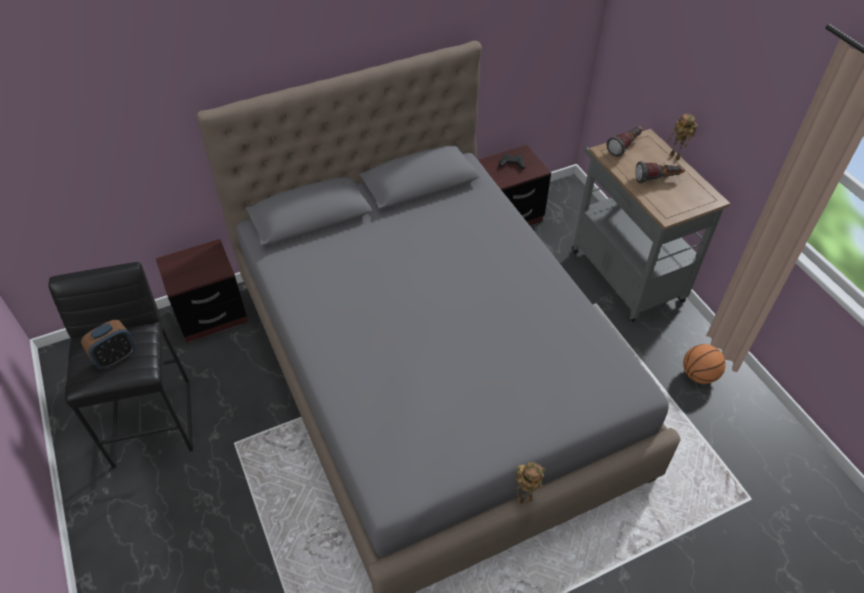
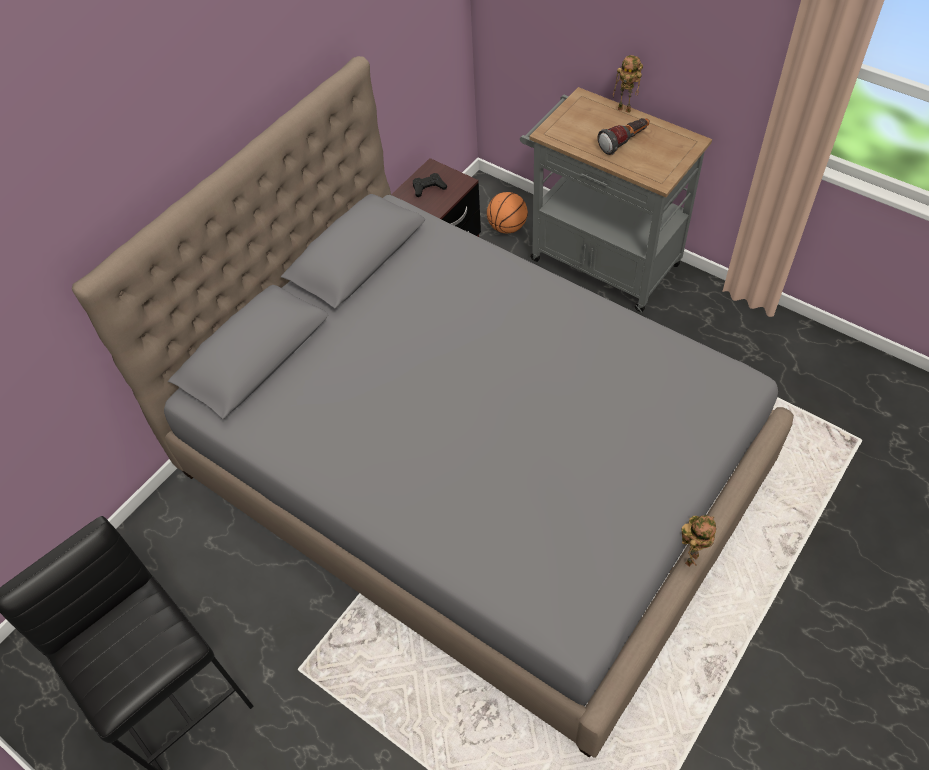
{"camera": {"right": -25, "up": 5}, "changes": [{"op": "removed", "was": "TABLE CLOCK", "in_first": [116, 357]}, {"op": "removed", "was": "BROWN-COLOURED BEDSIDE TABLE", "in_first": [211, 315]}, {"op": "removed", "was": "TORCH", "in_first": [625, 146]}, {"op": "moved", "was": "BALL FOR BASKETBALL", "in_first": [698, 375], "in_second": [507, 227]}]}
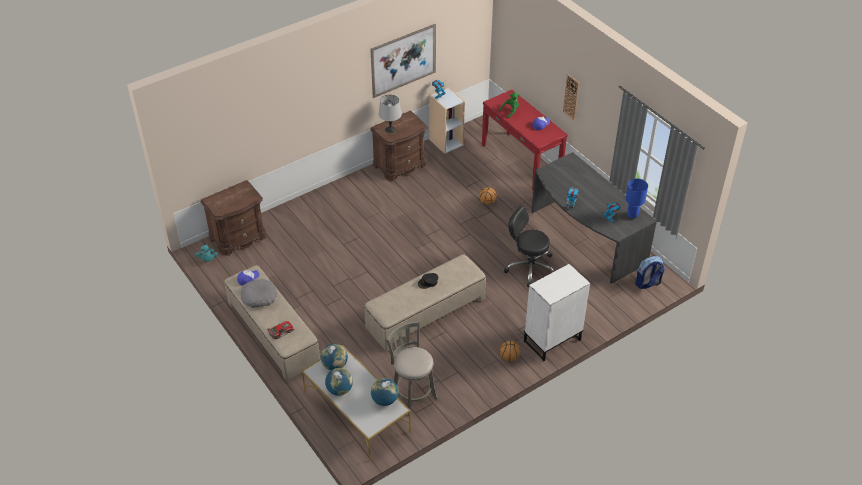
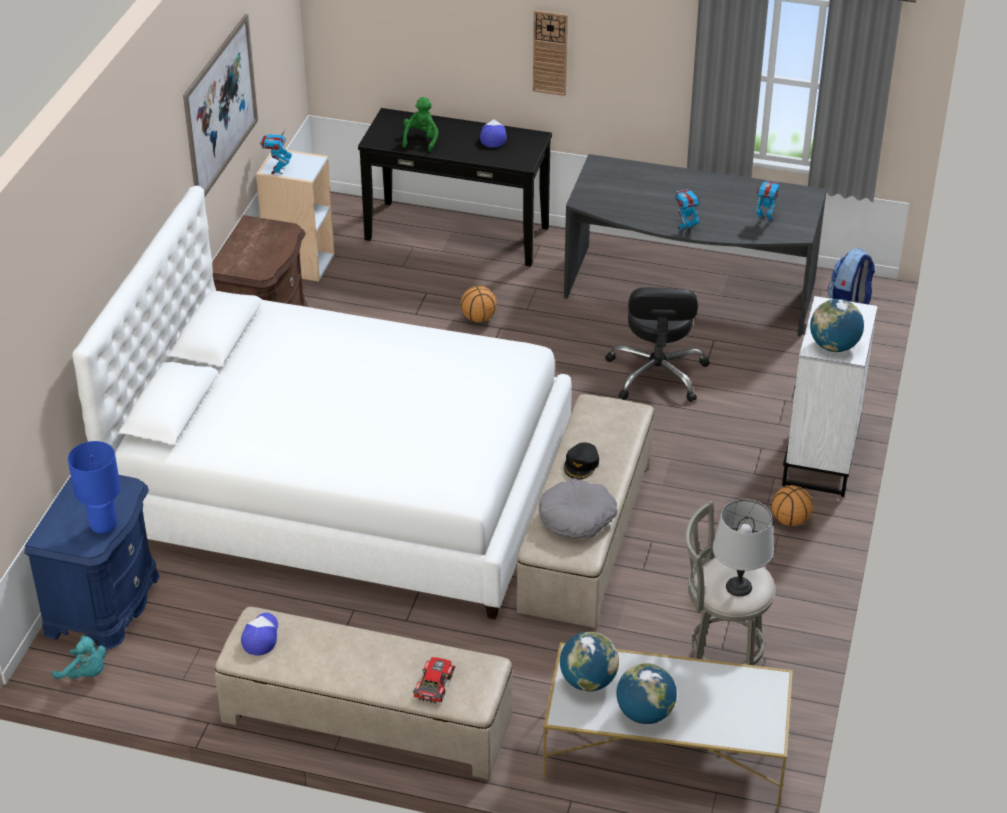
{"camera": {"right": -40, "up": -5}, "changes": [{"op": "added", "now": "WHITISH BEDROOM BED", "in_second": [342, 487]}, {"op": "moved", "was": "GREY THROW PILLOW", "in_first": [259, 297], "in_second": [575, 518]}, {"op": "moved", "was": "WORLD GLOBE", "in_first": [385, 400], "in_second": [834, 346]}, {"op": "moved", "was": "GREY TABLE LAMP", "in_first": [390, 129], "in_second": [739, 586]}, {"op": "moved", "was": "BLUE TABLE LAMP", "in_first": [632, 215], "in_second": [104, 527]}, {"op": "recoloured", "was": "BROWN-COLOURED BEDSIDE TABLE", "now": "BLUE BEDSIDE TABLE", "in_first": [239, 238], "in_second": [107, 603]}, {"op": "recoloured", "was": "RED-COLOURED NARROW TABLE", "now": "BLACK NARROW TABLE", "in_first": [521, 161], "in_second": [457, 233]}, {"op": "turned", "was": "BLACK COMPUTER CHAIR", "in_first": [528, 267], "in_second": [656, 377], "clockwise": -75}]}
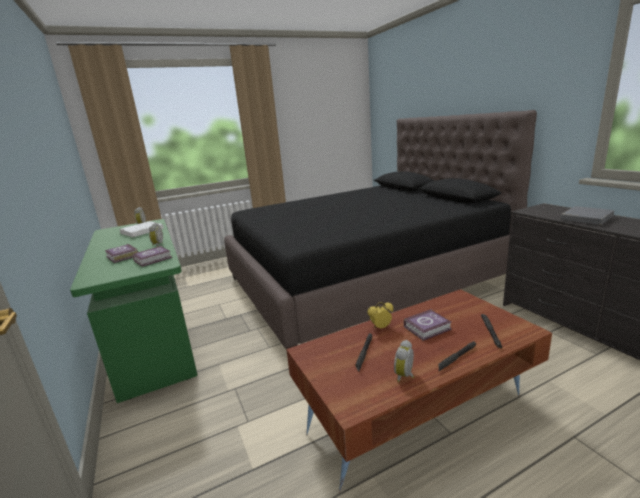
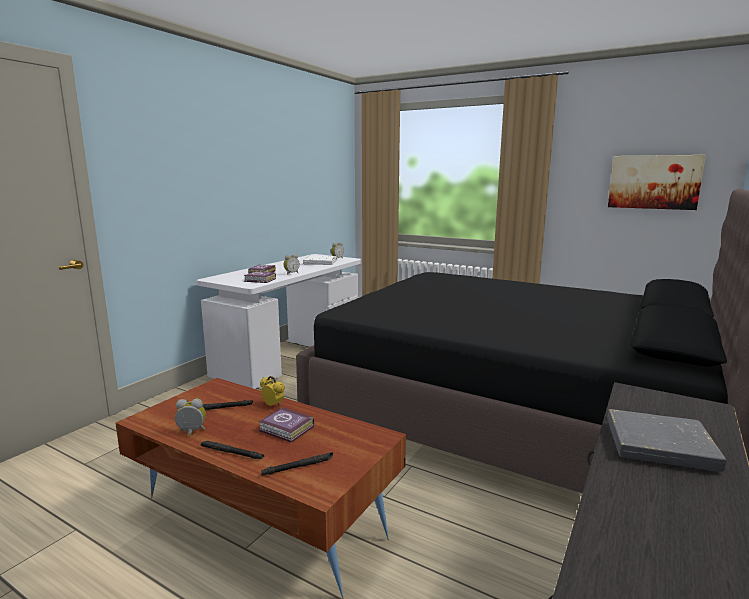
{"camera": {"right": 55, "up": -5}, "changes": [{"op": "added", "now": "PICTURE", "in_second": [654, 182]}, {"op": "recoloured", "was": "GREENISH DESK", "now": "WHITISH DESK", "in_first": [153, 337], "in_second": [291, 356]}]}
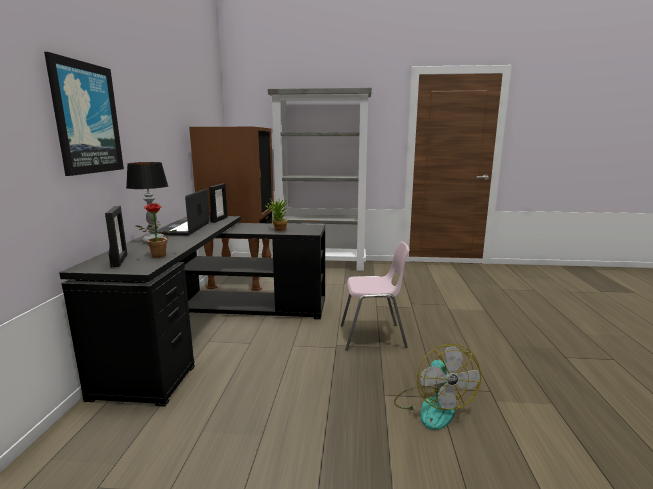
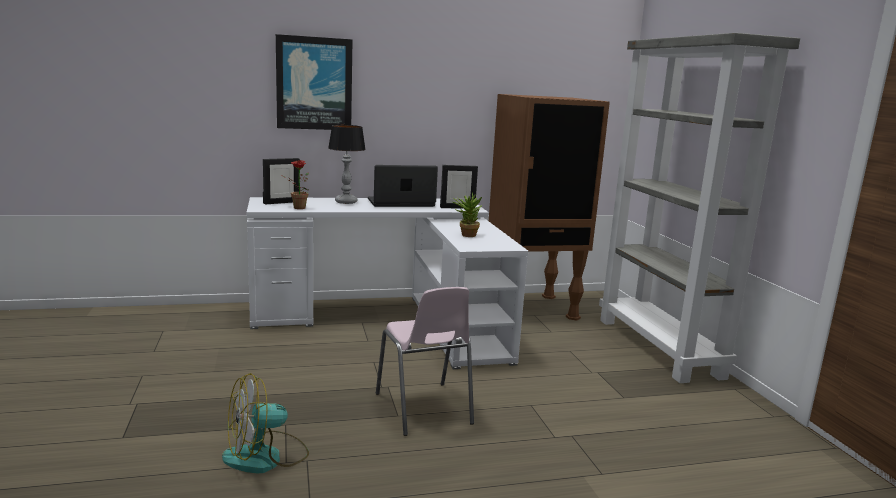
{"camera": {"right": 70, "up": 0}, "changes": [{"op": "recoloured", "was": "BLACK DESK", "now": "WHITISH DESK", "in_first": [216, 326], "in_second": [395, 320]}]}
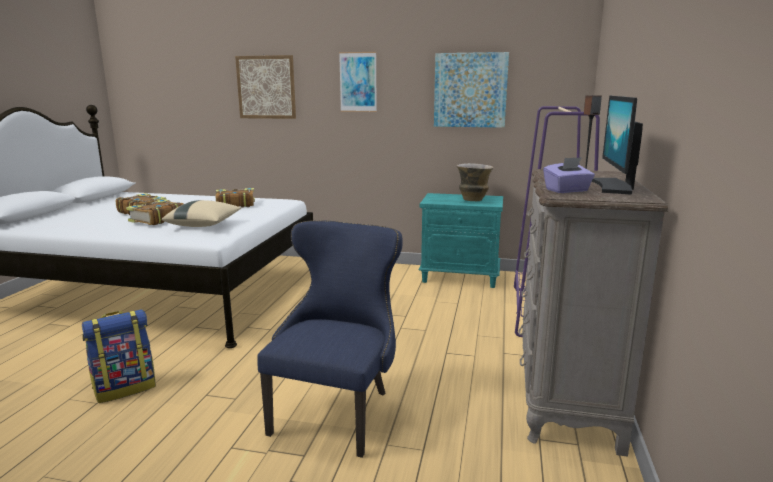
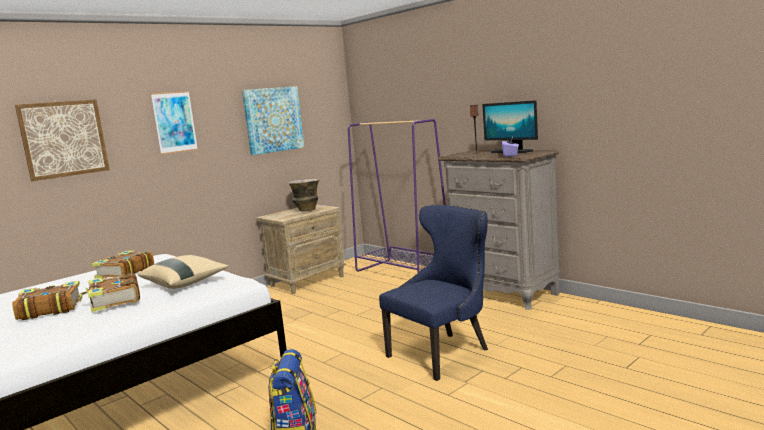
{"camera": {"right": -55, "up": -5}, "changes": [{"op": "recoloured", "was": "TURQUOISE-COLOURED BEDSIDE TABLE", "now": "BEIGE BEDSIDE TABLE", "in_first": [460, 277], "in_second": [307, 281]}, {"op": "turned", "was": "BLUE UPRIGHT CHAIR", "in_first": [337, 411], "in_second": [443, 353], "clockwise": 90}]}
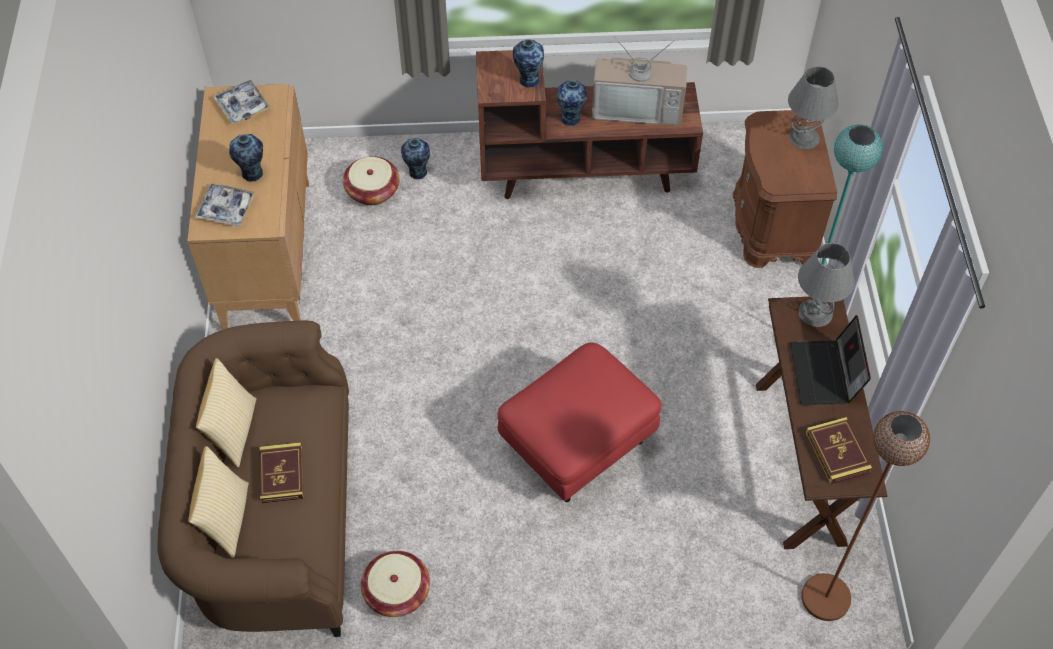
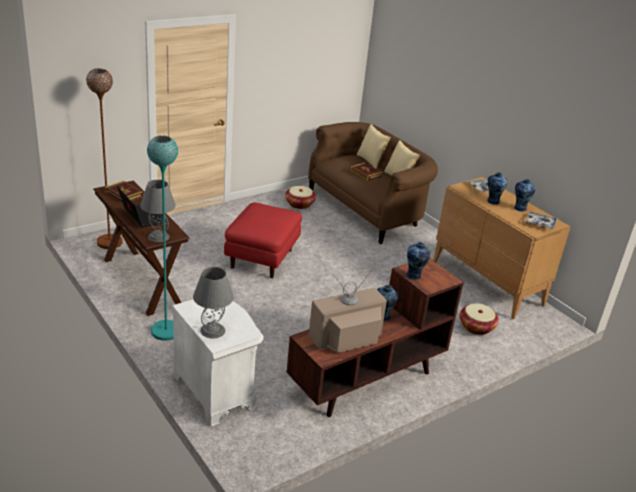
{"camera": {"right": 145, "up": -25}, "changes": [{"op": "moved", "was": "DECORATIVE VASE", "in_first": [417, 173], "in_second": [520, 208]}, {"op": "recoloured", "was": "BROWN-COLOURED BEDSIDE TABLE", "now": "WHITISH BEDSIDE TABLE", "in_first": [770, 226], "in_second": [217, 390]}]}
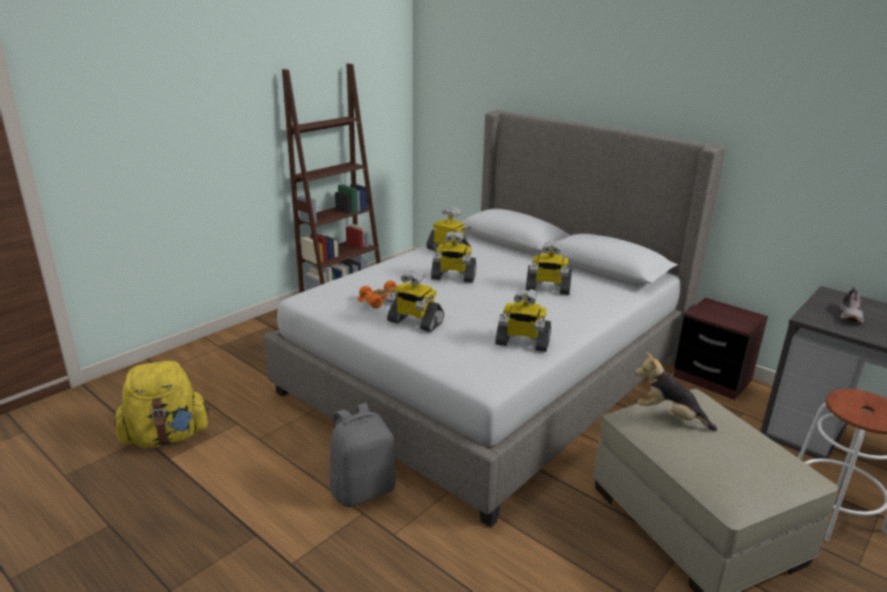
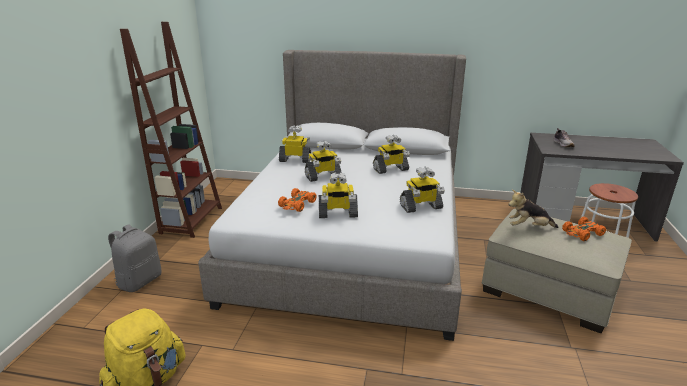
{"camera": {"right": -30, "up": 0}, "changes": [{"op": "removed", "was": "BROWN-COLOURED BEDSIDE TABLE", "in_first": [712, 378]}, {"op": "added", "now": "ORANGE-COLOURED MODEL CAR", "in_second": [582, 233]}, {"op": "moved", "was": "GREY BACKPACK", "in_first": [363, 489], "in_second": [139, 281]}]}
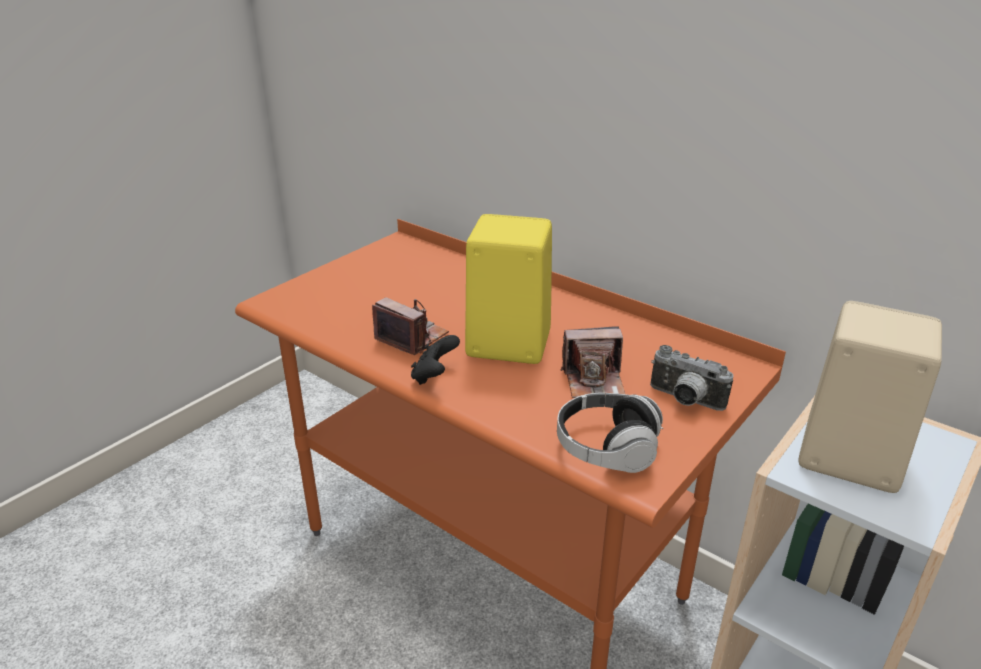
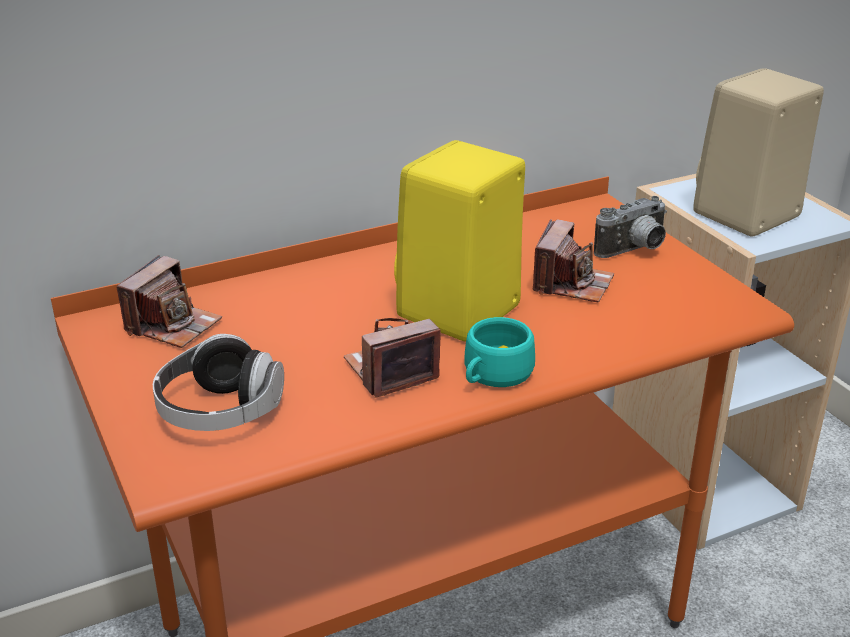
{"camera": {"right": -65, "up": 0}, "changes": [{"op": "added", "now": "PHOTO CAMERA", "in_second": [173, 325]}, {"op": "moved", "was": "HEADPHONES", "in_first": [606, 448], "in_second": [220, 411]}, {"op": "replaced", "was": "BLACK GAMEPAD", "now": "TURQUOISE-COLOURED SMALL CUP", "in_first": [434, 376], "in_second": [493, 375]}]}
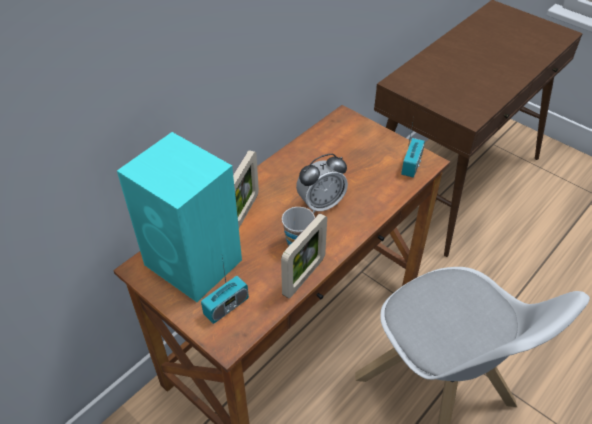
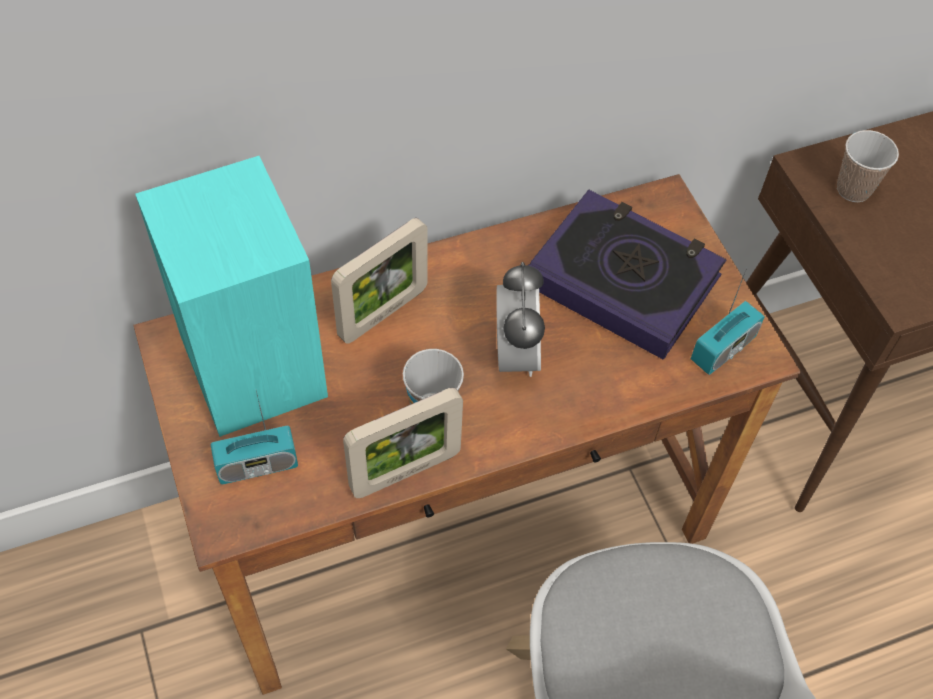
{"camera": {"right": 25, "up": 10}, "changes": [{"op": "added", "now": "VOLUME", "in_second": [623, 280]}, {"op": "added", "now": "SMALL CUP", "in_second": [853, 189]}, {"op": "turned", "was": "TABLE CLOCK", "in_first": [321, 204], "in_second": [515, 354], "clockwise": -90}]}
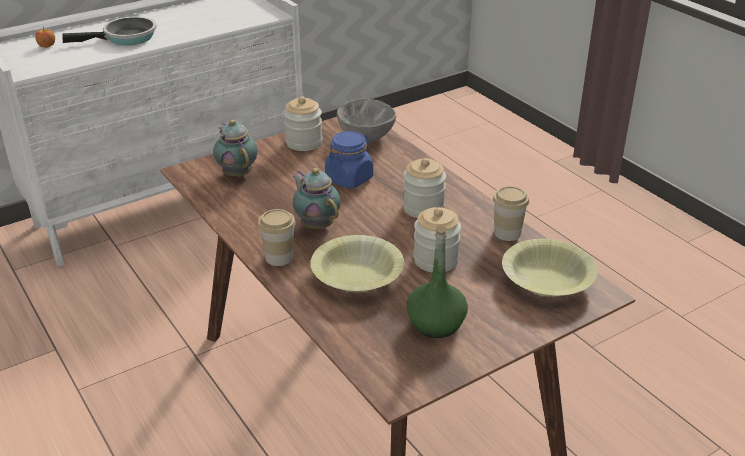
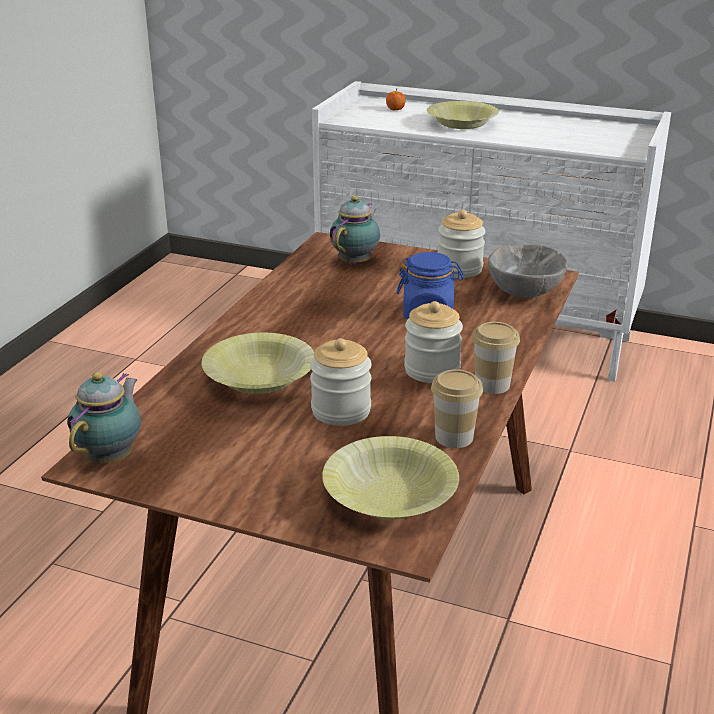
{"camera": {"right": 55, "up": -5}, "changes": [{"op": "removed", "was": "GREENISH BOTTLE", "in_first": [436, 324]}, {"op": "moved", "was": "SMALL CUP", "in_first": [279, 257], "in_second": [492, 385]}, {"op": "moved", "was": "TEAPOT", "in_first": [316, 224], "in_second": [112, 457]}, {"op": "replaced", "was": "SKILLET", "now": "YELLOWISH DEEP DISH", "in_first": [126, 38], "in_second": [462, 124]}]}
